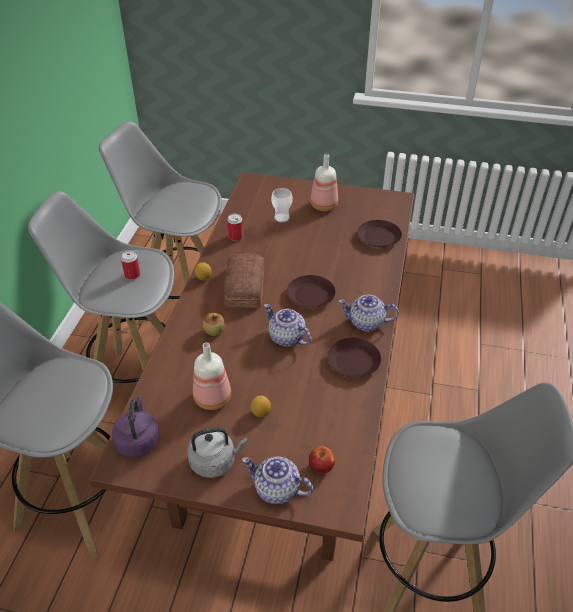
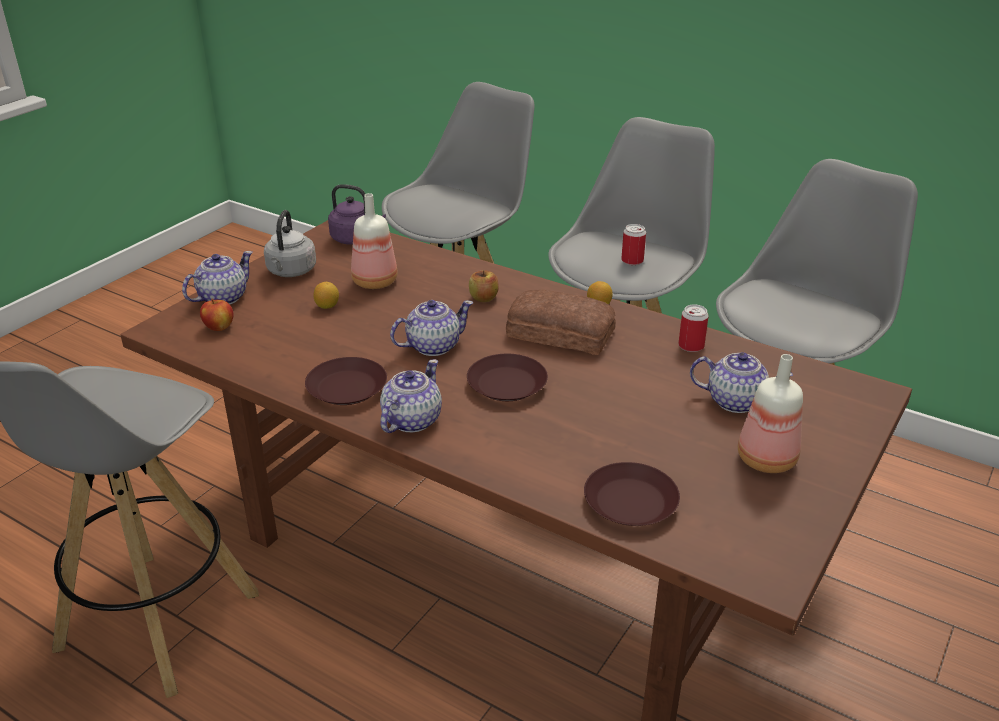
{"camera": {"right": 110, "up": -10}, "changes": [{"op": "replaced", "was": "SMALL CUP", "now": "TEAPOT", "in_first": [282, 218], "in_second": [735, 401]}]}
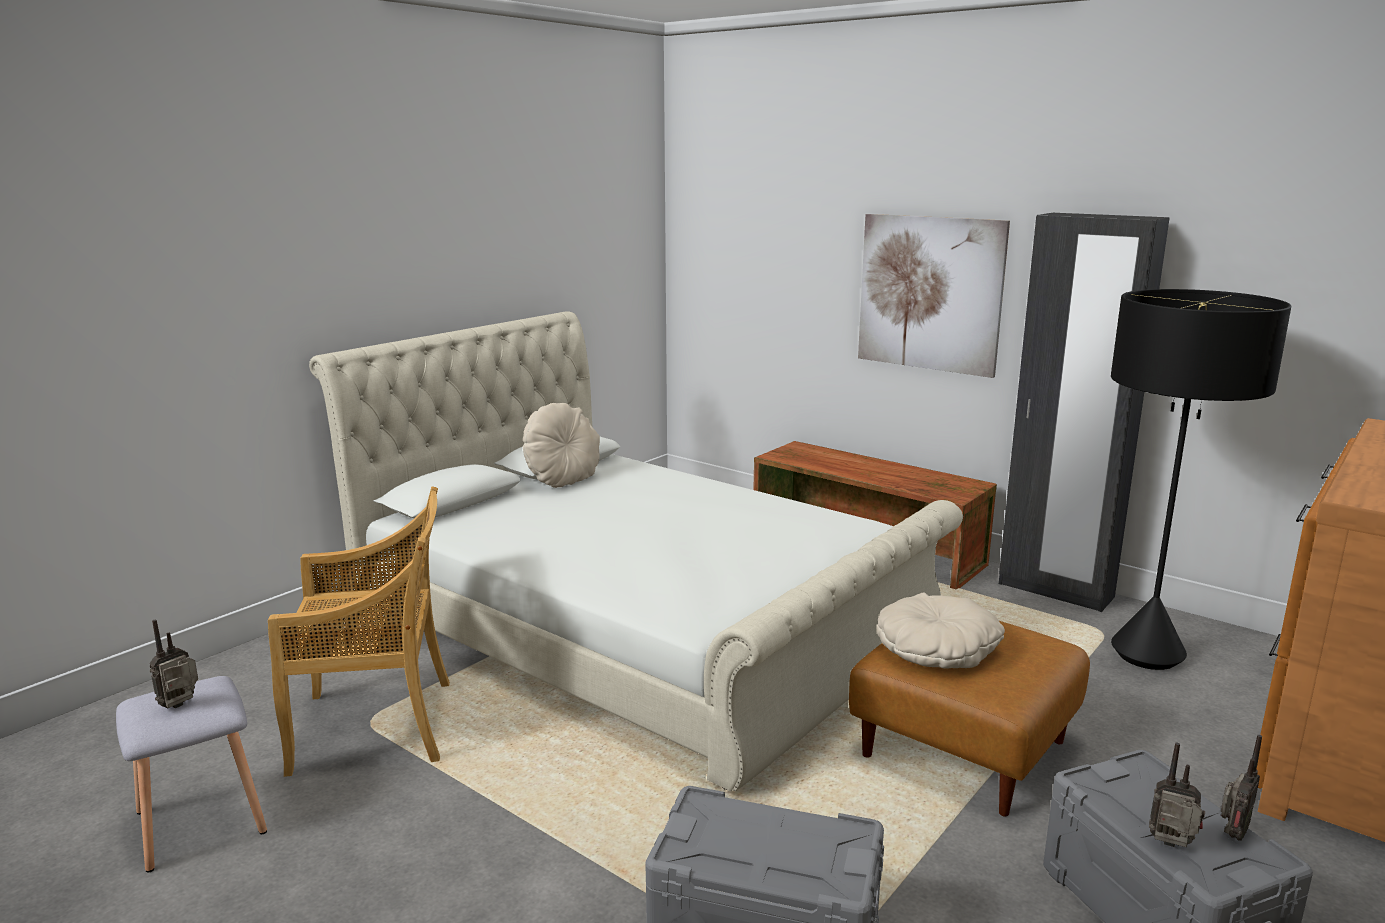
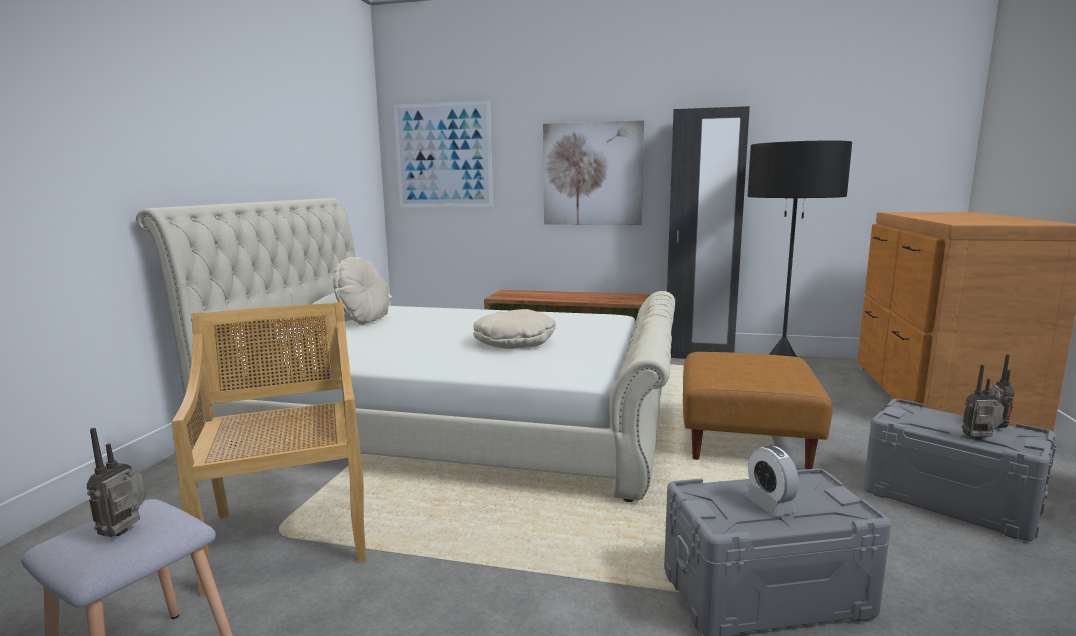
{"camera": {"right": -25, "up": -5}, "changes": [{"op": "added", "now": "PICTURE", "in_second": [443, 155]}, {"op": "added", "now": "TABLE CLOCK", "in_second": [769, 505]}, {"op": "moved", "was": "BEIGE THROW PILLOW", "in_first": [934, 648], "in_second": [513, 342]}, {"op": "turned", "was": "BEIGE UPRIGHT CHAIR", "in_first": [377, 726], "in_second": [289, 534], "clockwise": -75}]}
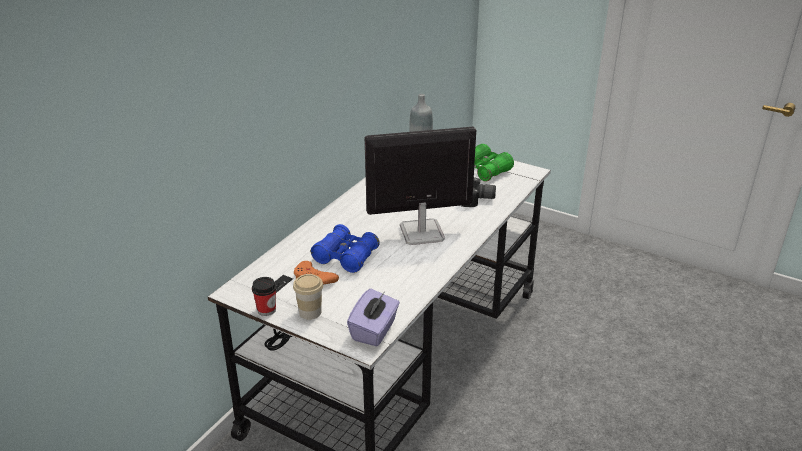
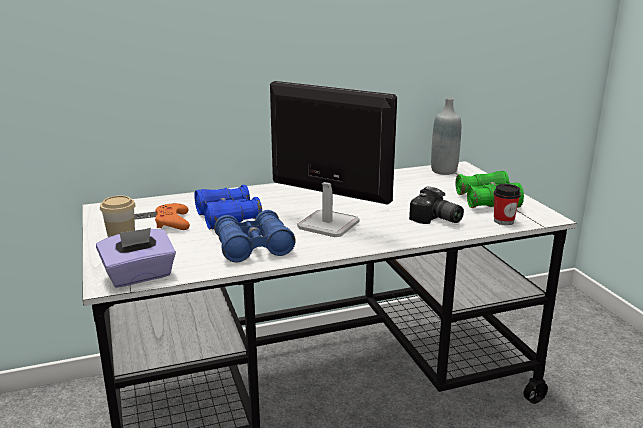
{"camera": {"right": 40, "up": -10}, "changes": [{"op": "added", "now": "BLUE BINOCULARS", "in_second": [253, 247]}, {"op": "moved", "was": "SMALL CUP", "in_first": [266, 310], "in_second": [503, 221]}]}
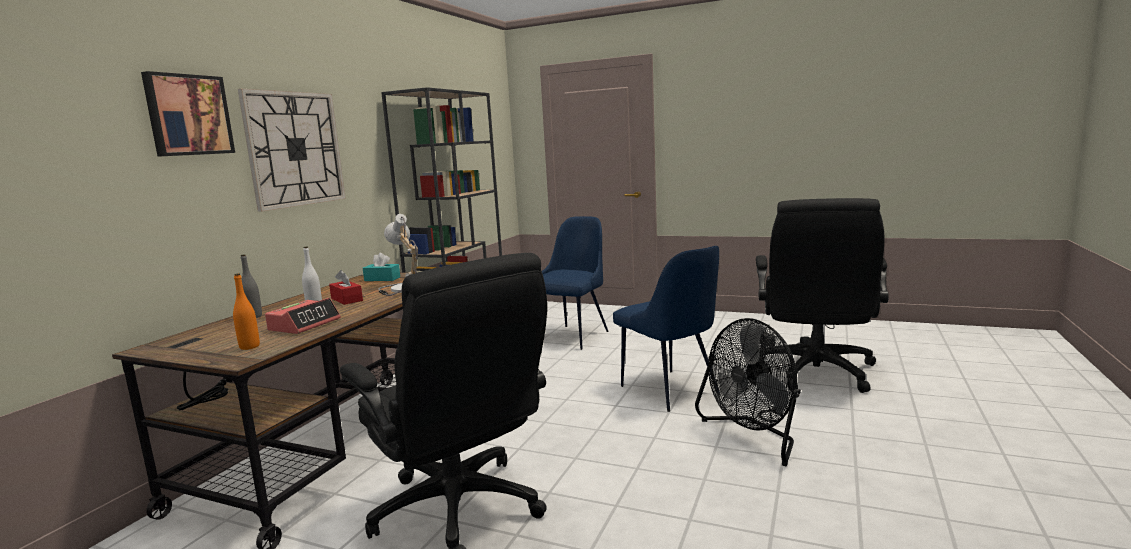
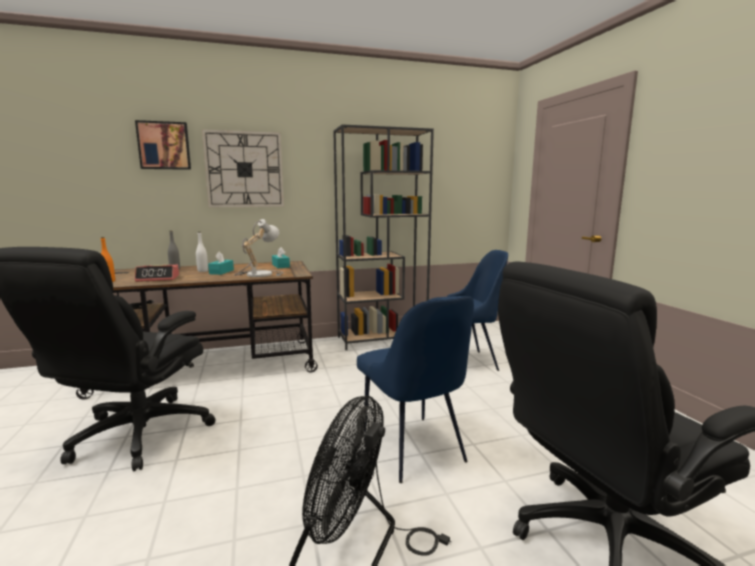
{"camera": {"right": 50, "up": 0}, "changes": [{"op": "recoloured", "was": "RED-COLOURED TISSUE HOLDER", "now": "TURQUOISE-COLOURED TISSUE HOLDER", "in_first": [347, 299], "in_second": [221, 272]}, {"op": "turned", "was": "BLUE UPRIGHT CHAIR", "in_first": [670, 390], "in_second": [414, 447], "clockwise": -45}]}
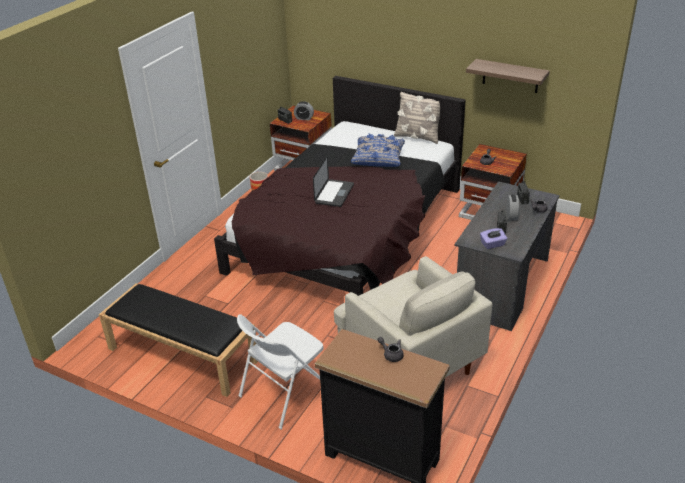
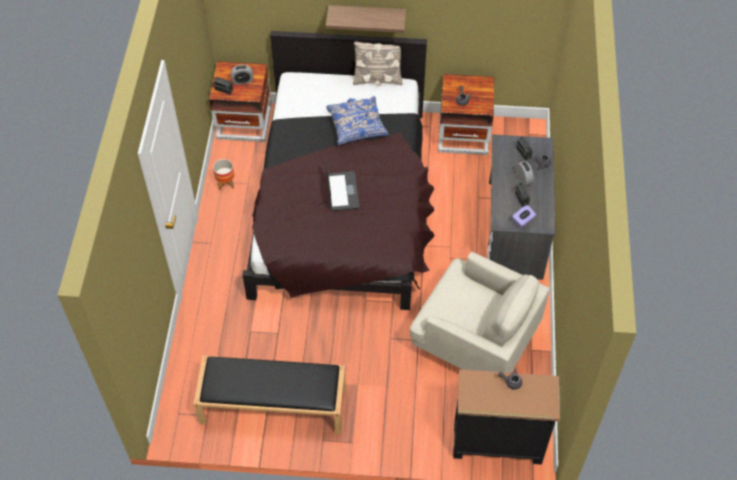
{"camera": {"right": -25, "up": 20}, "changes": [{"op": "removed", "was": "WHITISH UPRIGHT CHAIR", "in_first": [285, 392]}, {"op": "moved", "was": "BRACKET SHELF", "in_first": [510, 76], "in_second": [367, 16]}]}
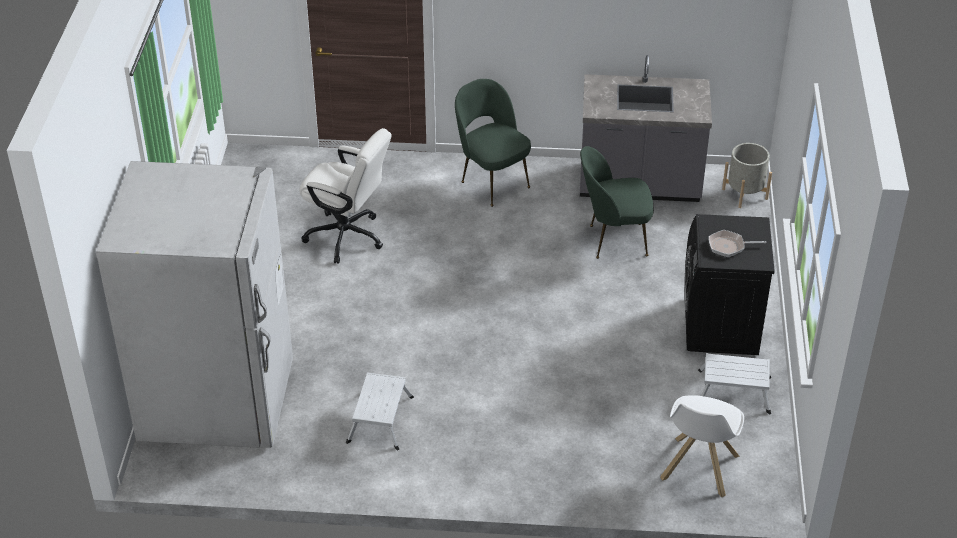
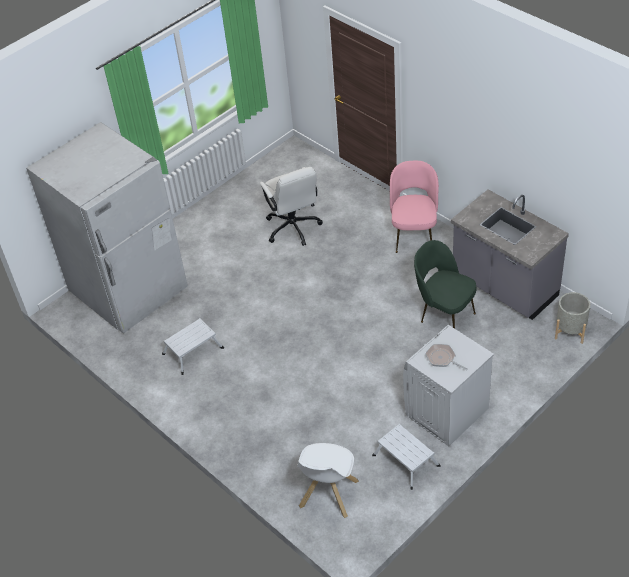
{"camera": {"right": 45, "up": 5}, "changes": [{"op": "recoloured", "was": "GREENISH UPRIGHT CHAIR", "now": "PINK UPRIGHT CHAIR", "in_first": [492, 182], "in_second": [414, 236]}, {"op": "recoloured", "was": "BLACK LAUNDRY MACHINE", "now": "WHITISH LAUNDRY MACHINE", "in_first": [720, 327], "in_second": [446, 413]}, {"op": "turned", "was": "WHITISH UPRIGHT CHAIR", "in_first": [698, 468], "in_second": [328, 495], "clockwise": -45}]}
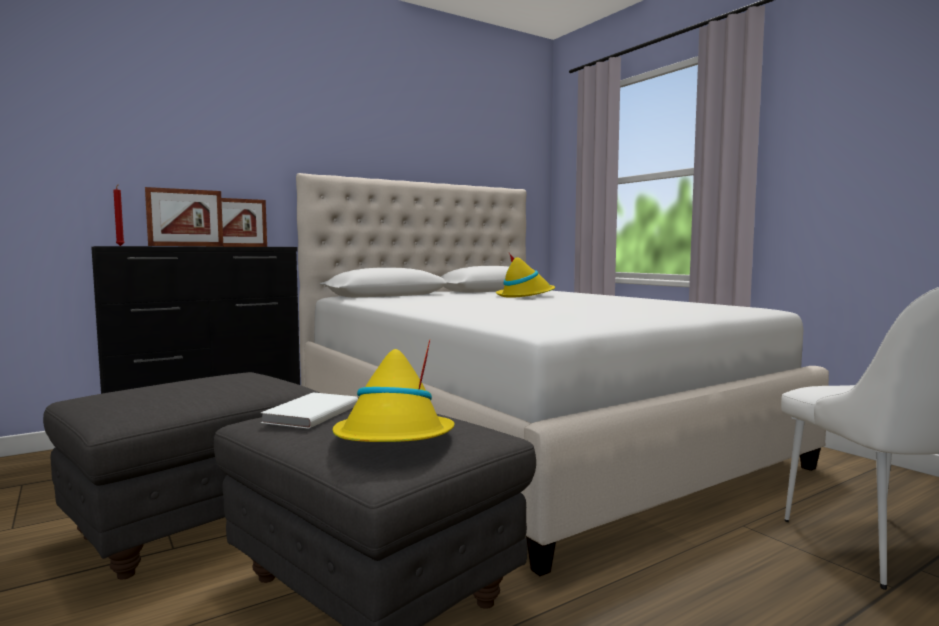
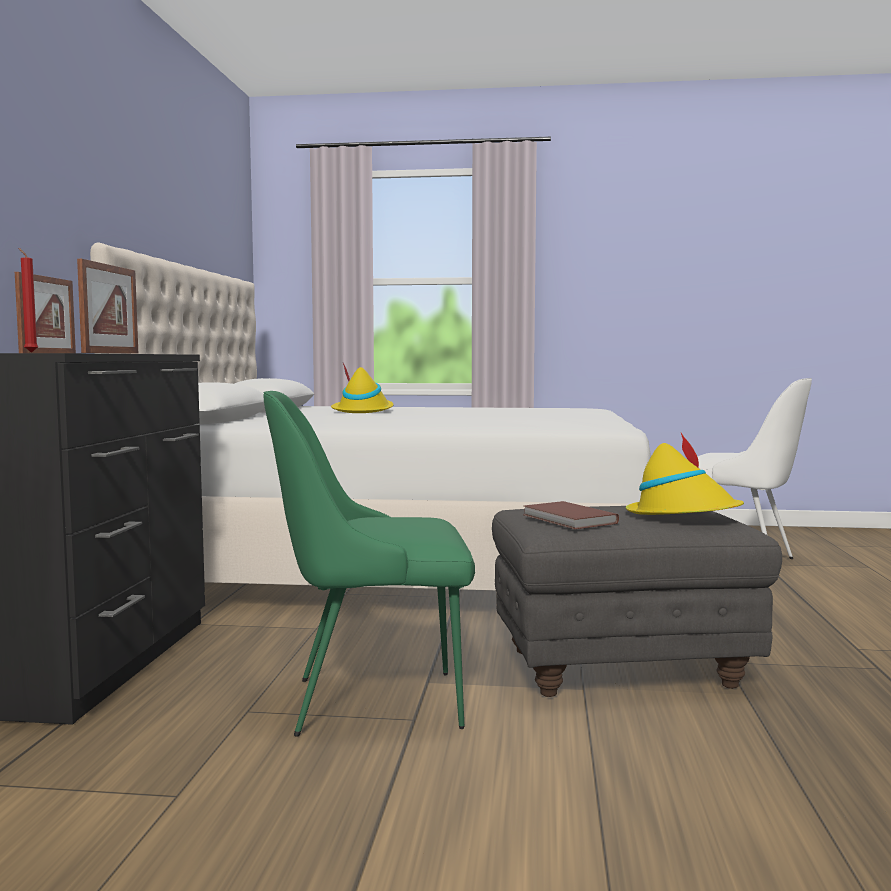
{"camera": {"right": -50, "up": 0}, "changes": [{"op": "replaced", "was": "GREY POUFFE", "now": "GREENISH UPRIGHT CHAIR", "in_first": [197, 526], "in_second": [375, 703]}, {"op": "recoloured", "was": "WHITISH VOLUME", "now": "BROWN-COLOURED VOLUME", "in_first": [309, 414], "in_second": [568, 519]}]}
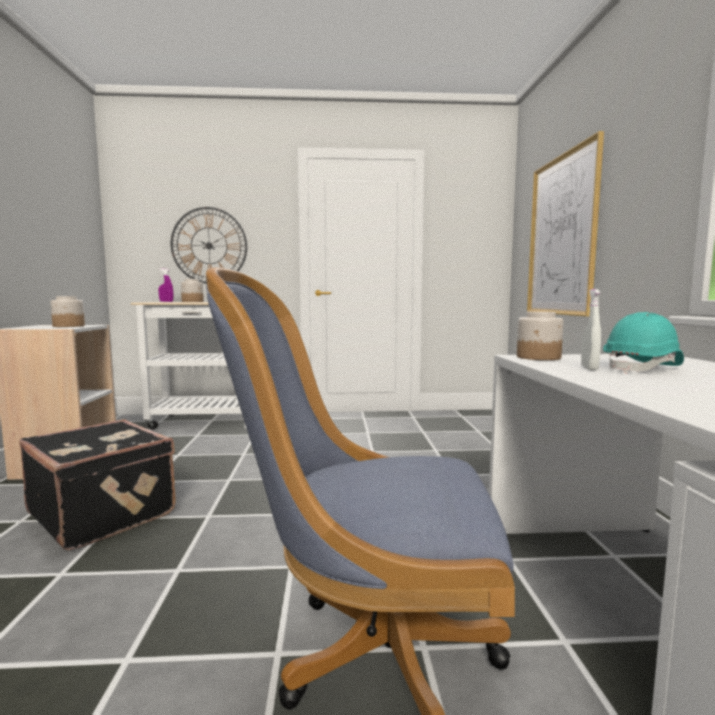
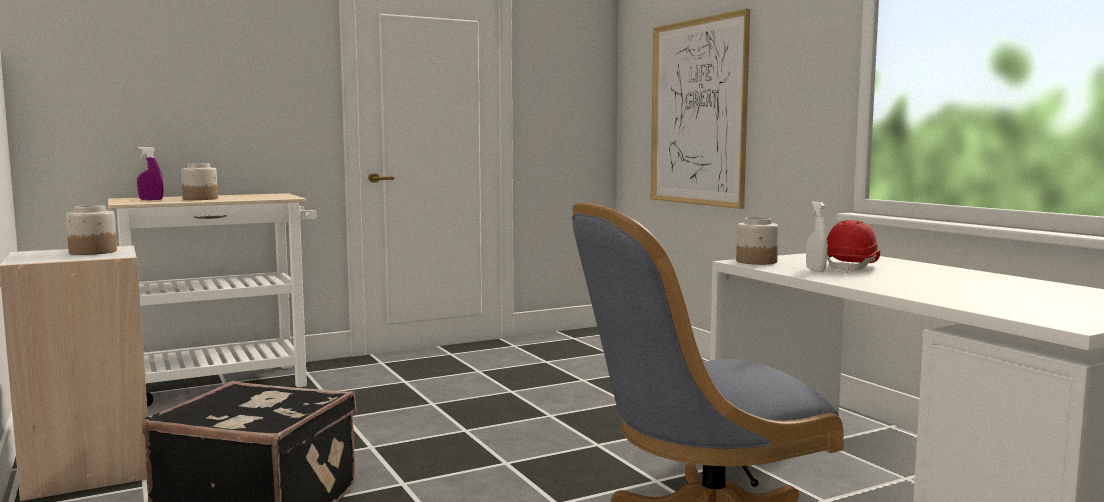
{"camera": {"right": -25, "up": 0}, "changes": [{"op": "removed", "was": "HANGING CLOCK", "in_first": [209, 245]}, {"op": "recoloured", "was": "TURQUOISE-COLOURED HARD HAT", "now": "RED-COLOURED HARD HAT", "in_first": [642, 368], "in_second": [851, 267]}]}
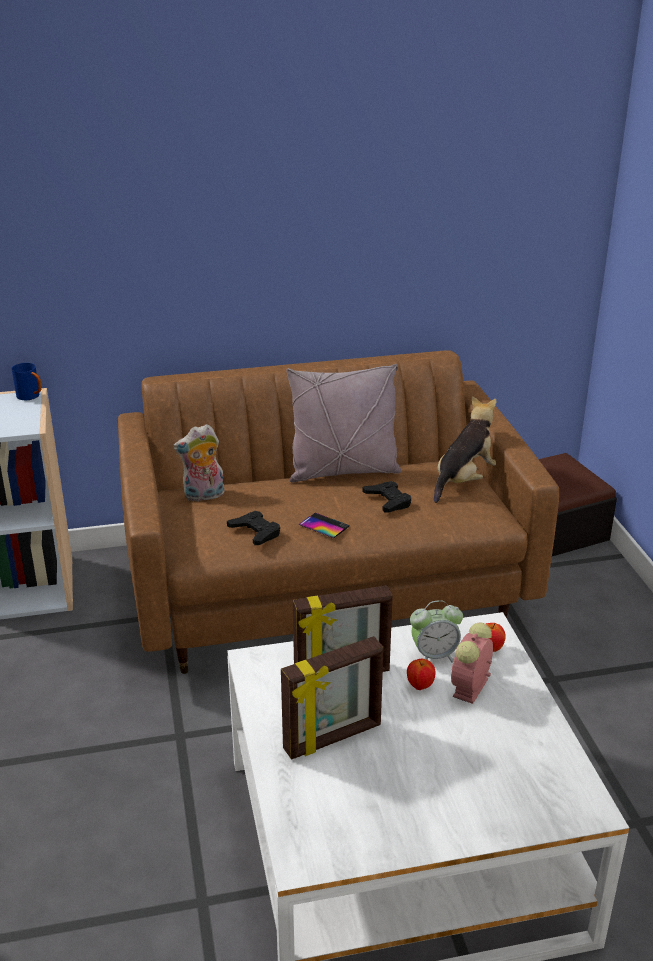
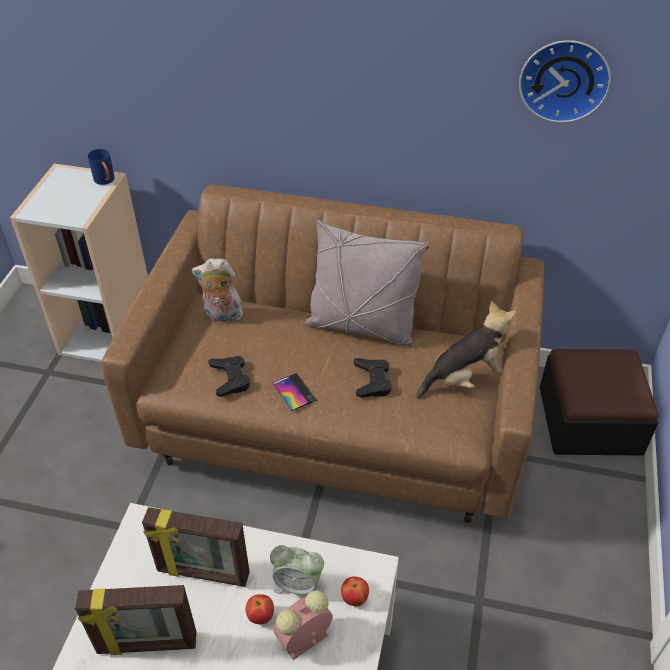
{"camera": {"right": 25, "up": 15}, "changes": [{"op": "added", "now": "HANGING CLOCK", "in_second": [564, 79]}]}
